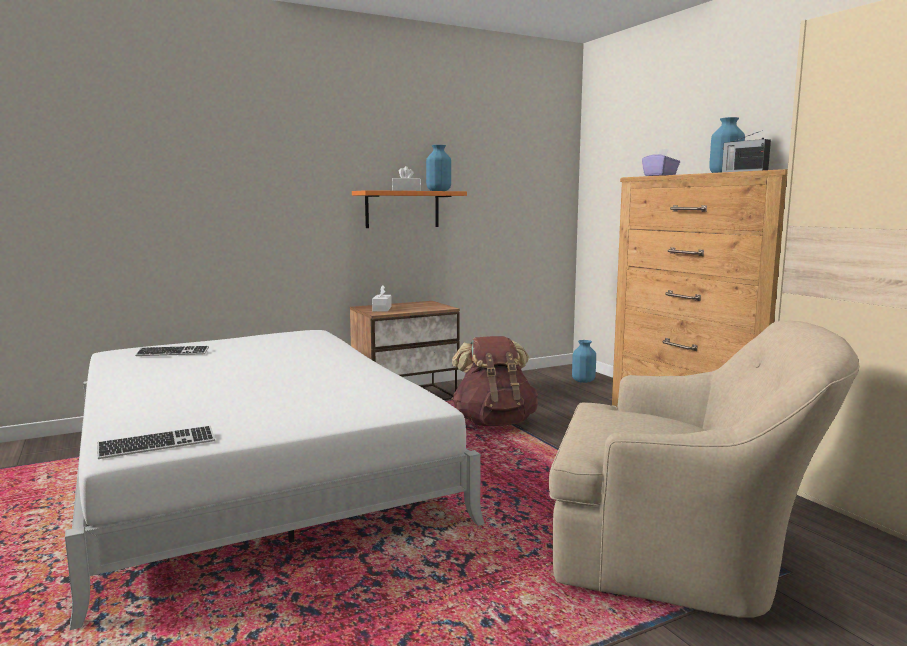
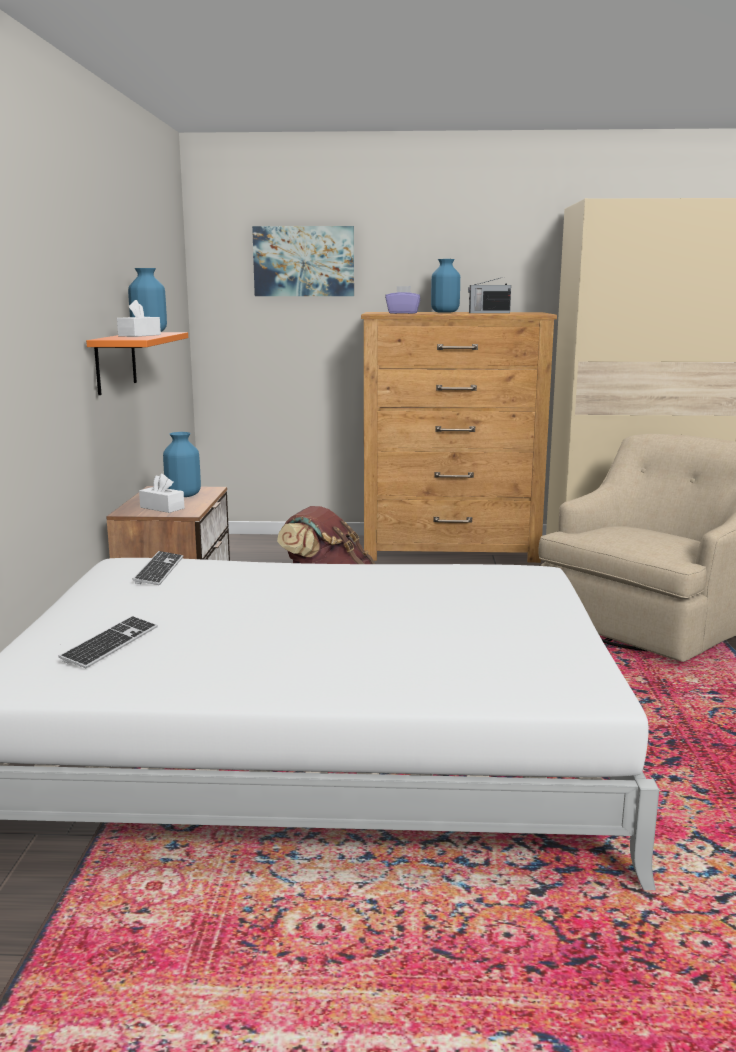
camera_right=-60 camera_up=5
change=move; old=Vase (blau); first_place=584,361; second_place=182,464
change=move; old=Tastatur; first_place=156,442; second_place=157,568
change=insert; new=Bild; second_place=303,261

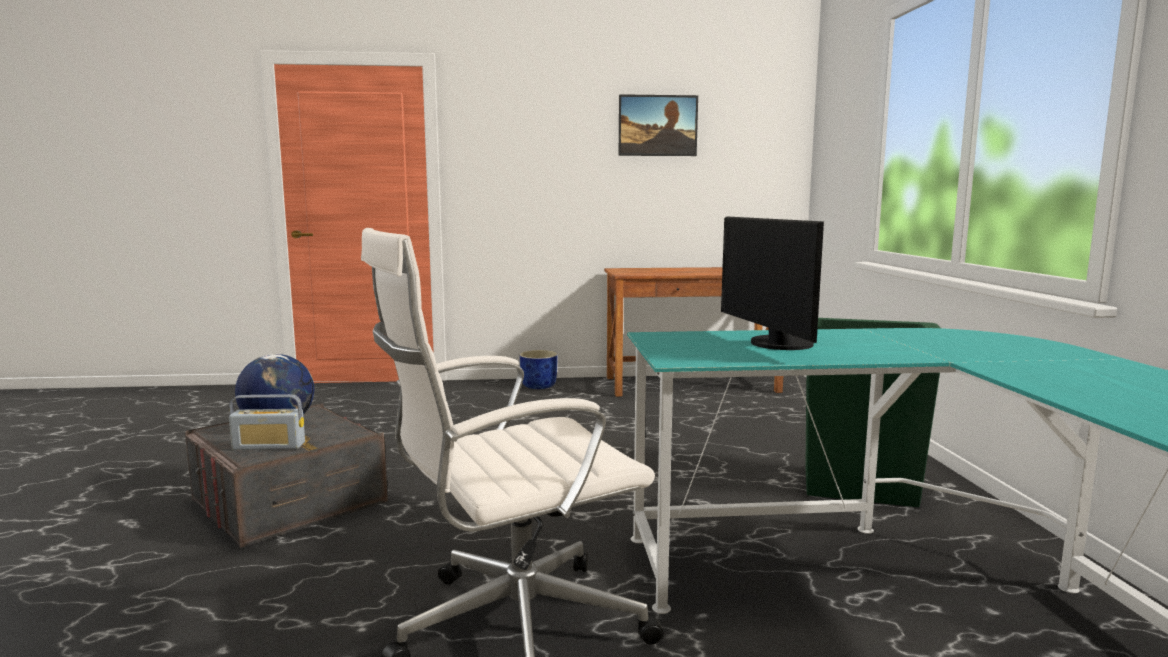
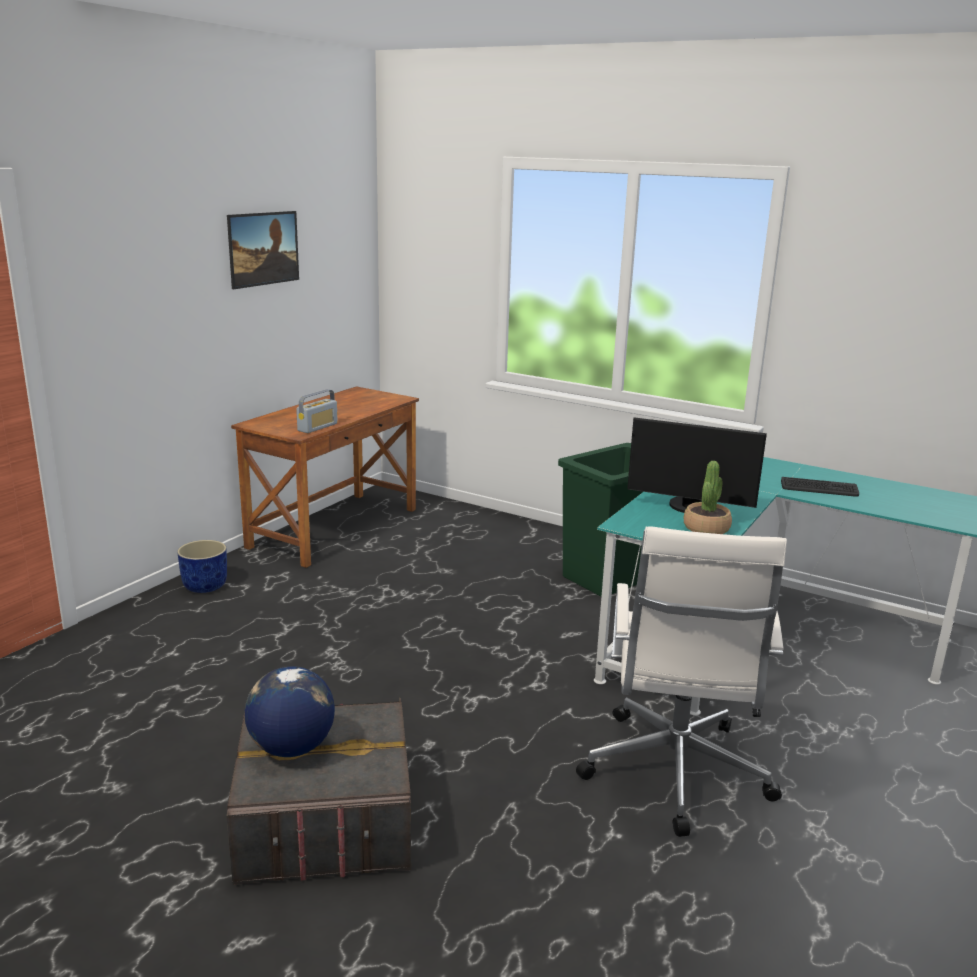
camera_right=-55 camera_up=10
change=move; old=Radio; first_place=267,422; second_place=317,411
change=insert; new=Topfpflanze; second_place=708,497
change=insert; new=Tastatur; second_place=820,487

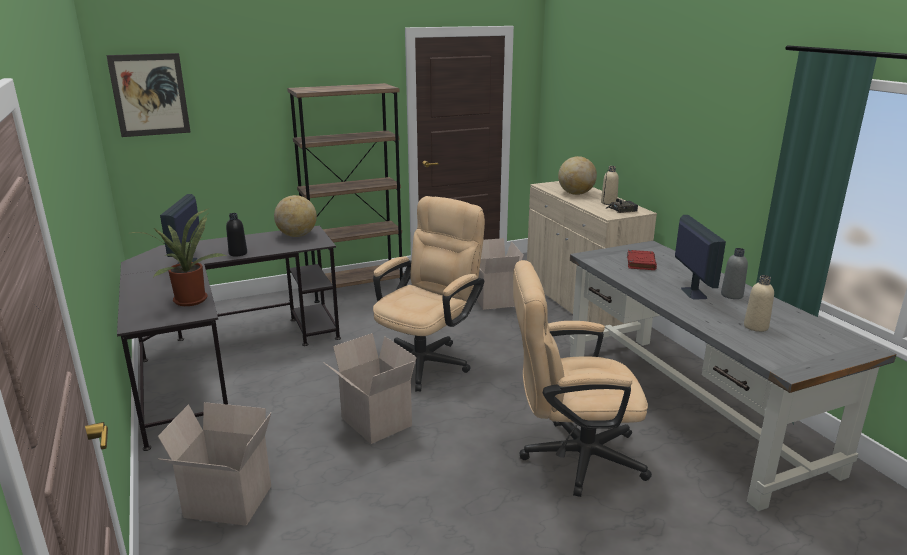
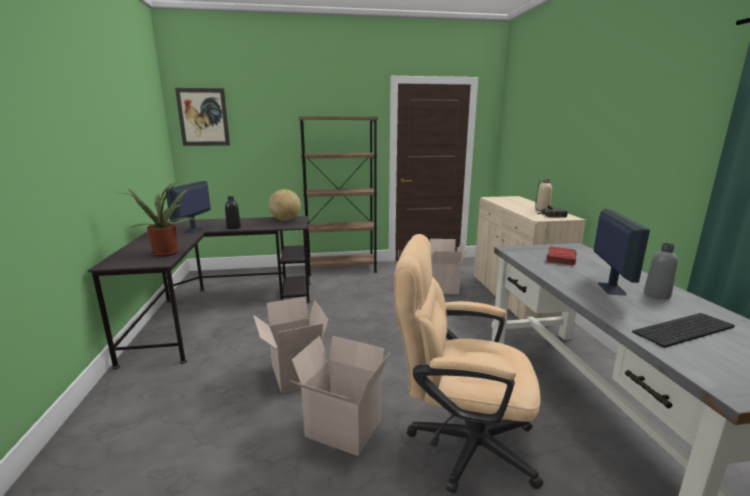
camera_right=15 camera_up=-5
change=delete; old=Globus; first_place=577,175
change=delete; old=Bürostuhl (beige); first_place=429,294
change=replace; old=Flasche (beige); new=Tastatur; first_place=759,303; second_place=683,330
change=move; old=Karton; first_place=214,464; second_place=339,396

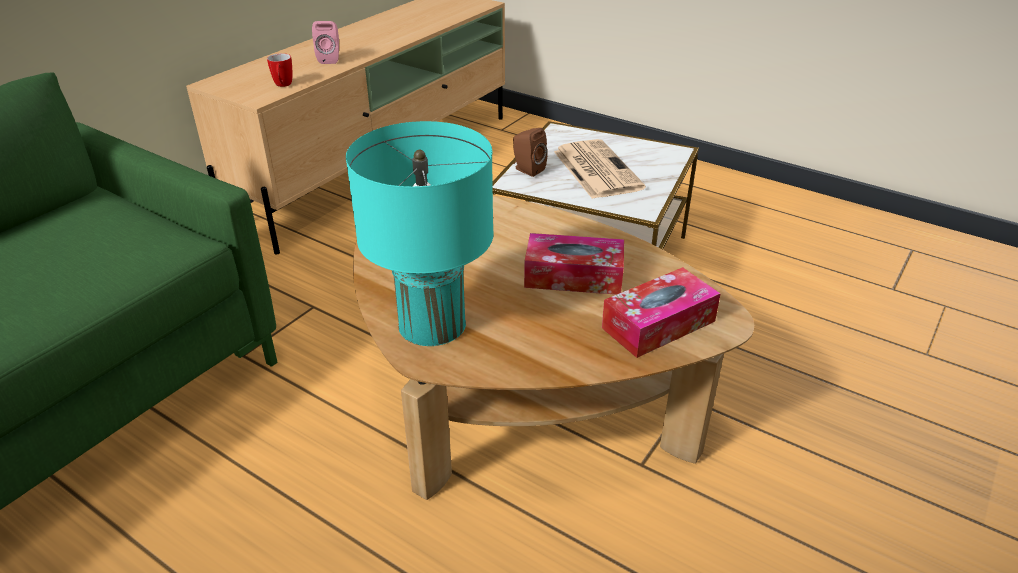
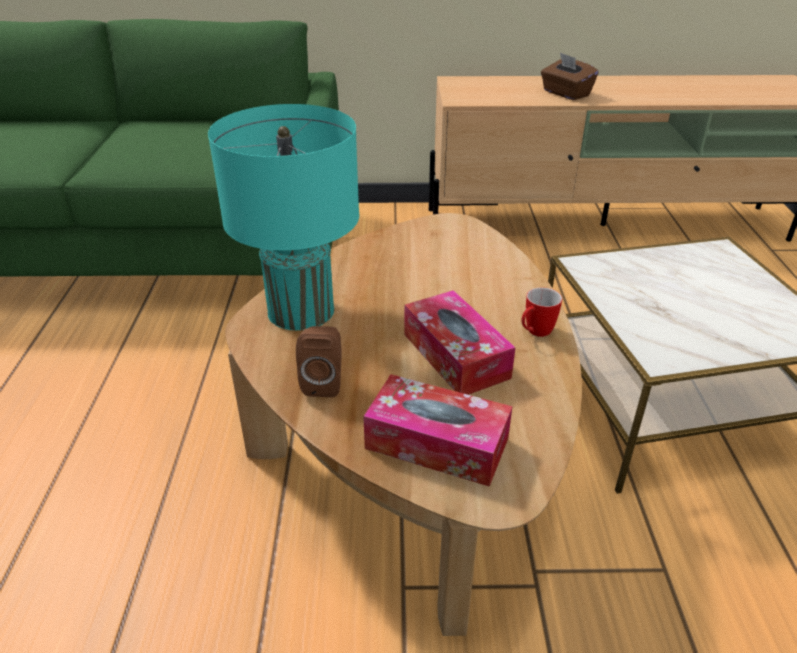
camera_right=55 camera_up=0
change=replace; old=Lautsprecher (rosa); new=Taschentuchbox (braun); first_place=325,42; second_place=570,76
change=move; old=Henkelbecher; first_place=279,70; second_place=541,312
change=move; old=Lautsprecher (braun); first_place=530,152; second_place=319,361
change=delete; old=Zeitung; first_place=600,169

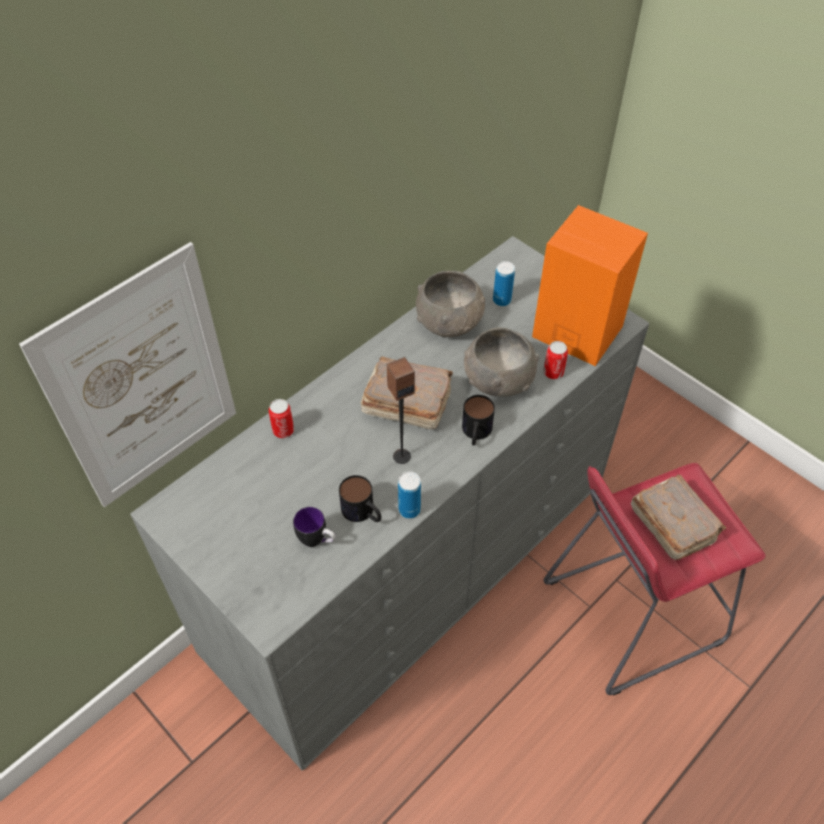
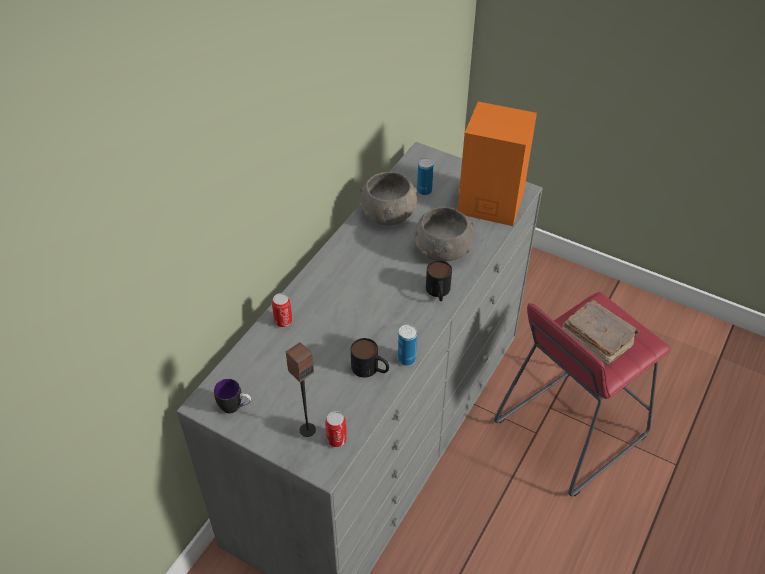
camera_right=-15 camera_up=-5
change=delete; old=Bild; first_place=127,374
change=move; old=Dose; first_place=555,360; second_place=336,429
change=delete; old=Buch (braun); first_place=407,392
change=move; old=Lautsprecher; first_place=401,410; second_place=301,389
change=move; old=Henkelbecher; first_place=314,527; second_place=232,396

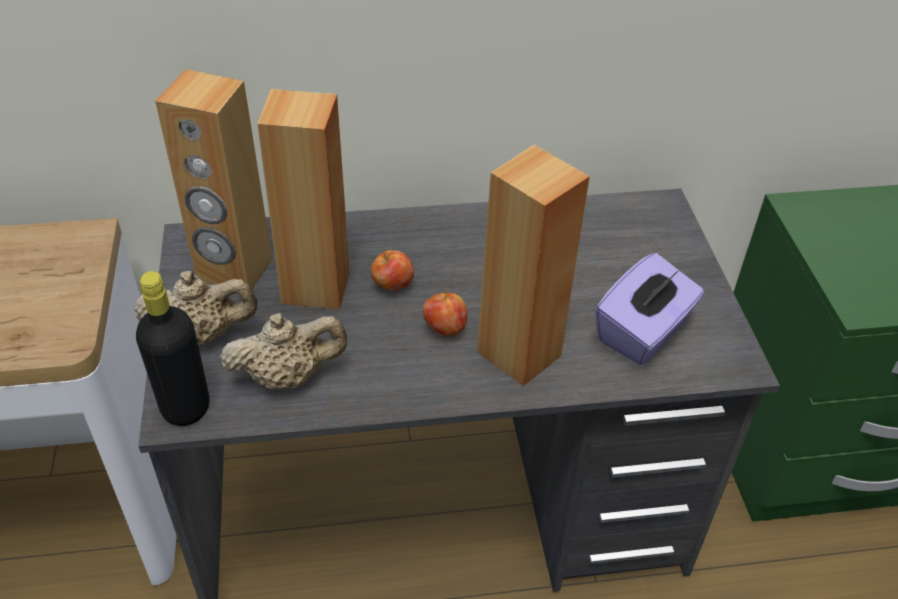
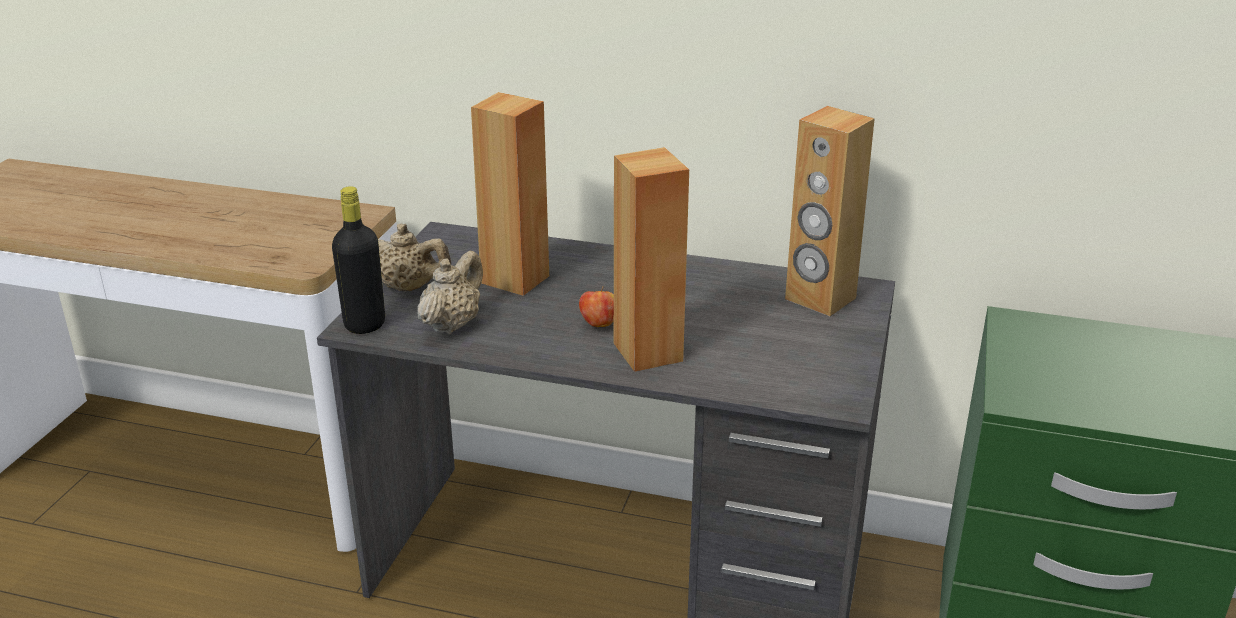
camera_right=25 camera_up=-15
change=move; old=Lautsprecher (braun); first_place=213,179; second_place=830,211
change=delete; old=Apfel; first_place=392,270
change=delete; old=Taschentuchbox (lila); first_place=649,309
change=rotate; old=Teekanne (beige); first_place=283,351; second_place=450,292; degrees=-75

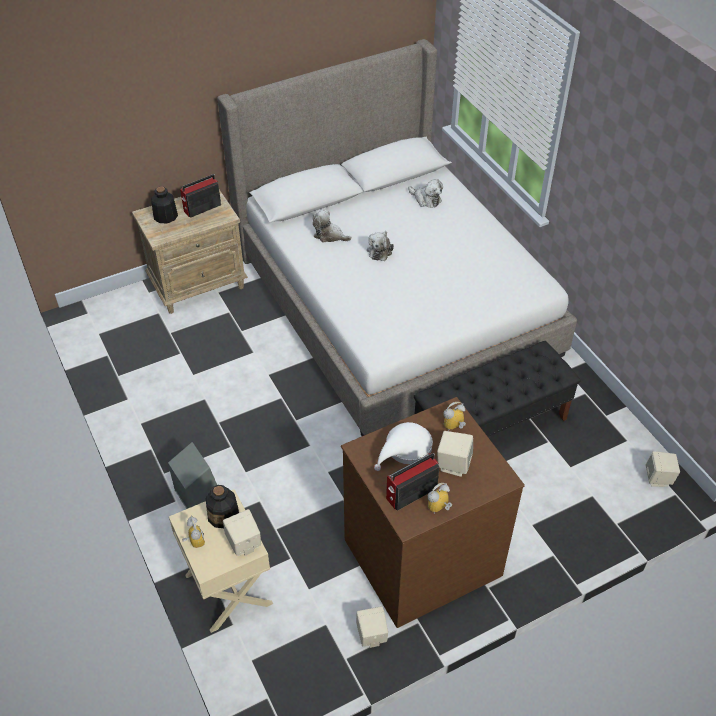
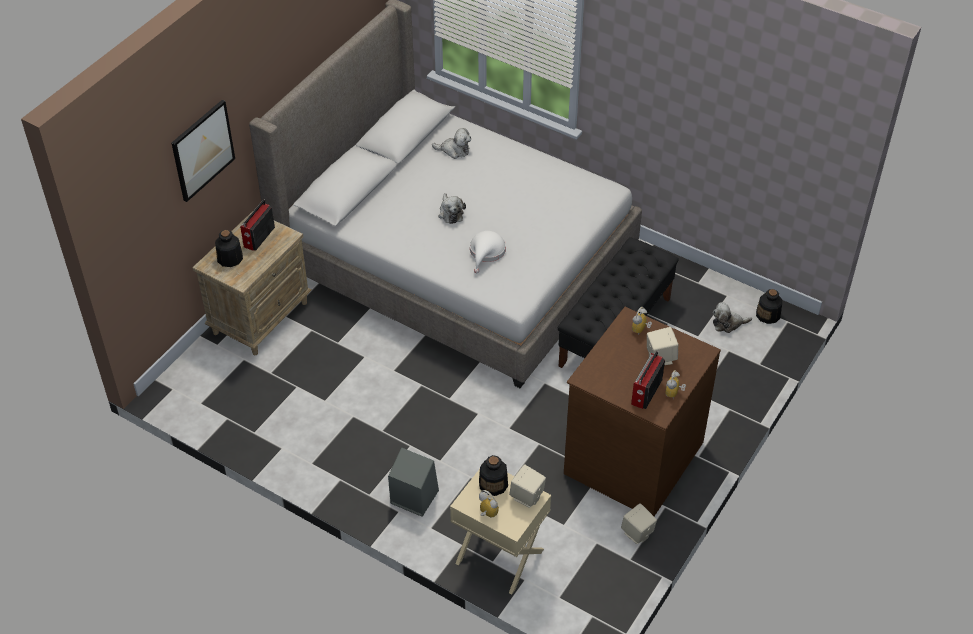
camera_right=-30 camera_up=0
change=move; old=Plüschtier; first_place=332,225; second_place=732,317
change=move; old=Hut (weiß); first_place=403,446; second_place=488,252
change=replace; old=Lautsprecher (beige); new=Flasche; first_place=663,469; second_place=769,306
change=insert; new=Bild; second_place=203,151

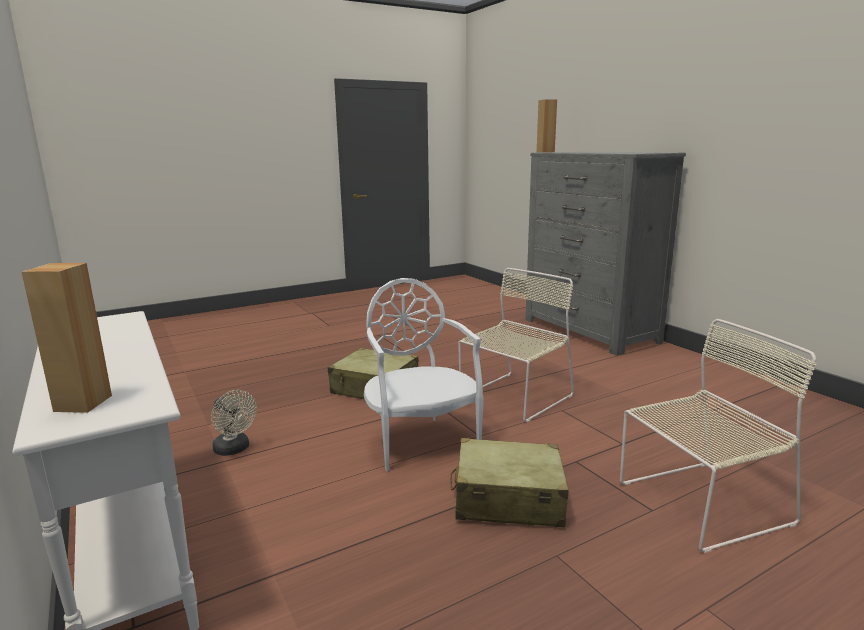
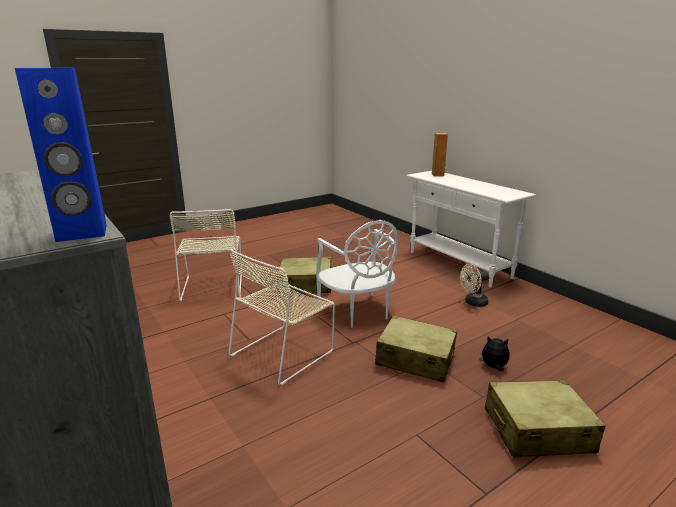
camera_right=175 camera_up=5
change=recolor; old=Lautsprecher (braun); new=Lautsprecher (blau); first_place=547,126; second_place=61,155
change=rotate; old=Stuhl (beige); first_place=718,436; second_place=205,255; degrees=-75
change=rotate; old=Ventilator (beige); first_place=234,423; second_place=474,285; degrees=-60
change=insert; new=Plüschtier; second_place=495,353
change=insert; new=Koffer (beige); second_place=545,419

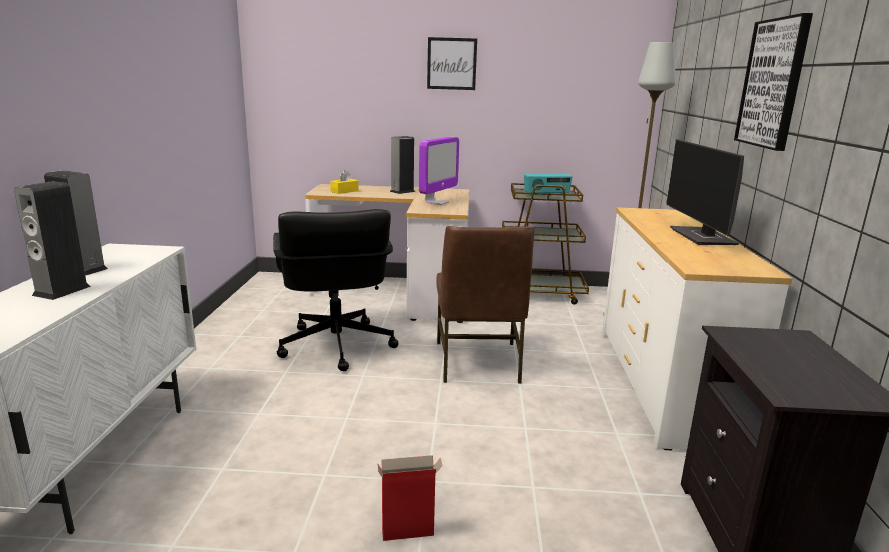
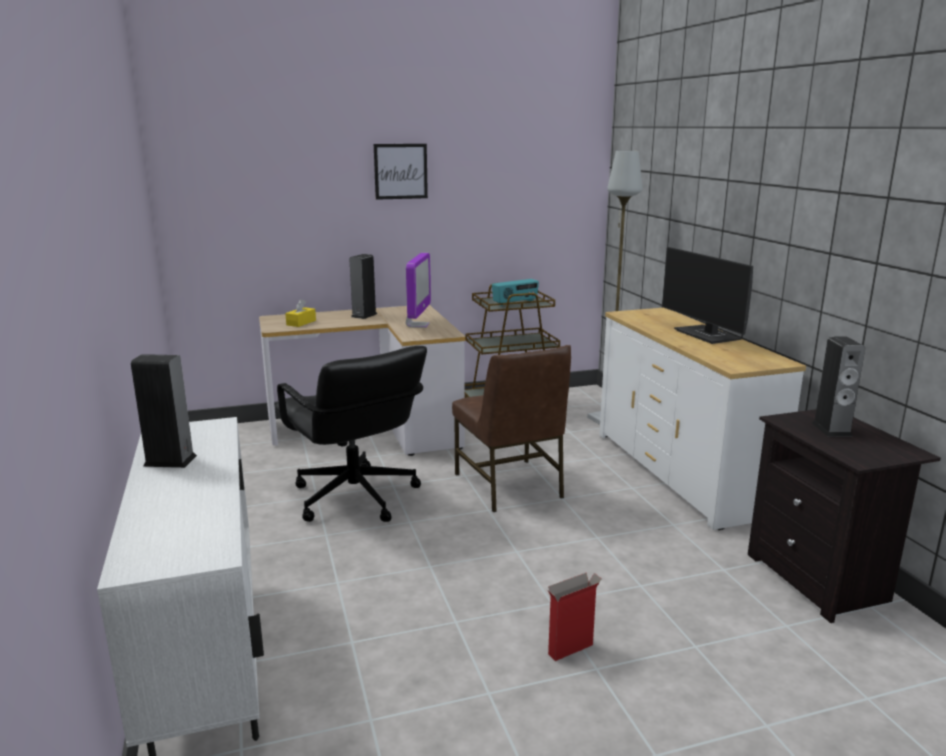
camera_right=-20 camera_up=0
change=delete; old=Bild; first_place=773,82
change=move; old=Lautsprecher; first_place=52,240; second_place=838,386

